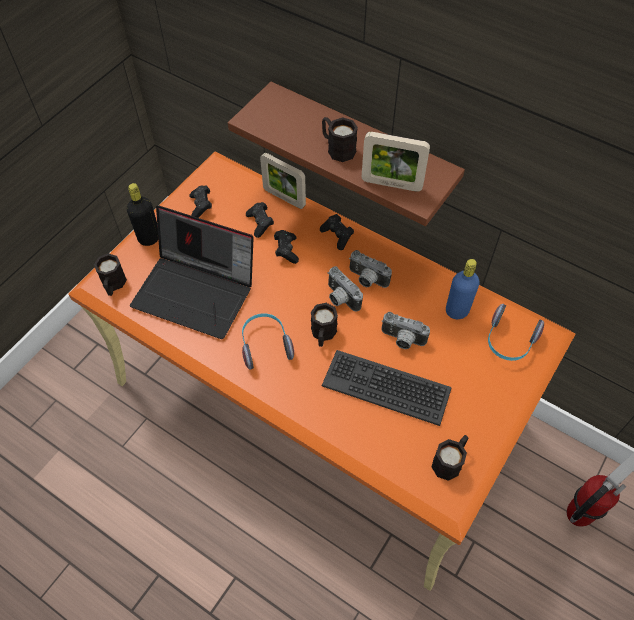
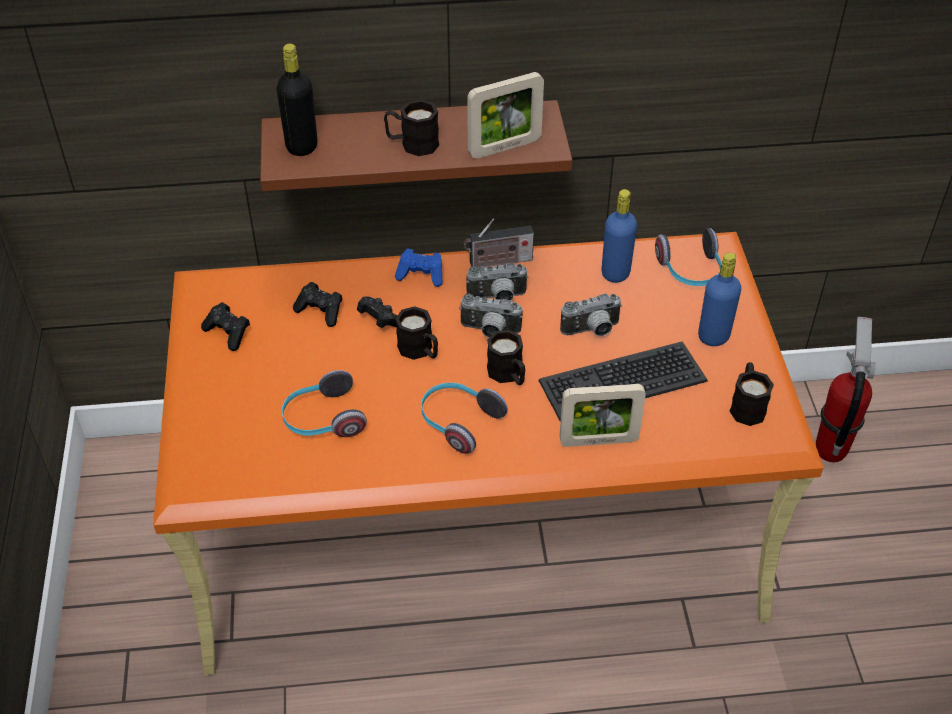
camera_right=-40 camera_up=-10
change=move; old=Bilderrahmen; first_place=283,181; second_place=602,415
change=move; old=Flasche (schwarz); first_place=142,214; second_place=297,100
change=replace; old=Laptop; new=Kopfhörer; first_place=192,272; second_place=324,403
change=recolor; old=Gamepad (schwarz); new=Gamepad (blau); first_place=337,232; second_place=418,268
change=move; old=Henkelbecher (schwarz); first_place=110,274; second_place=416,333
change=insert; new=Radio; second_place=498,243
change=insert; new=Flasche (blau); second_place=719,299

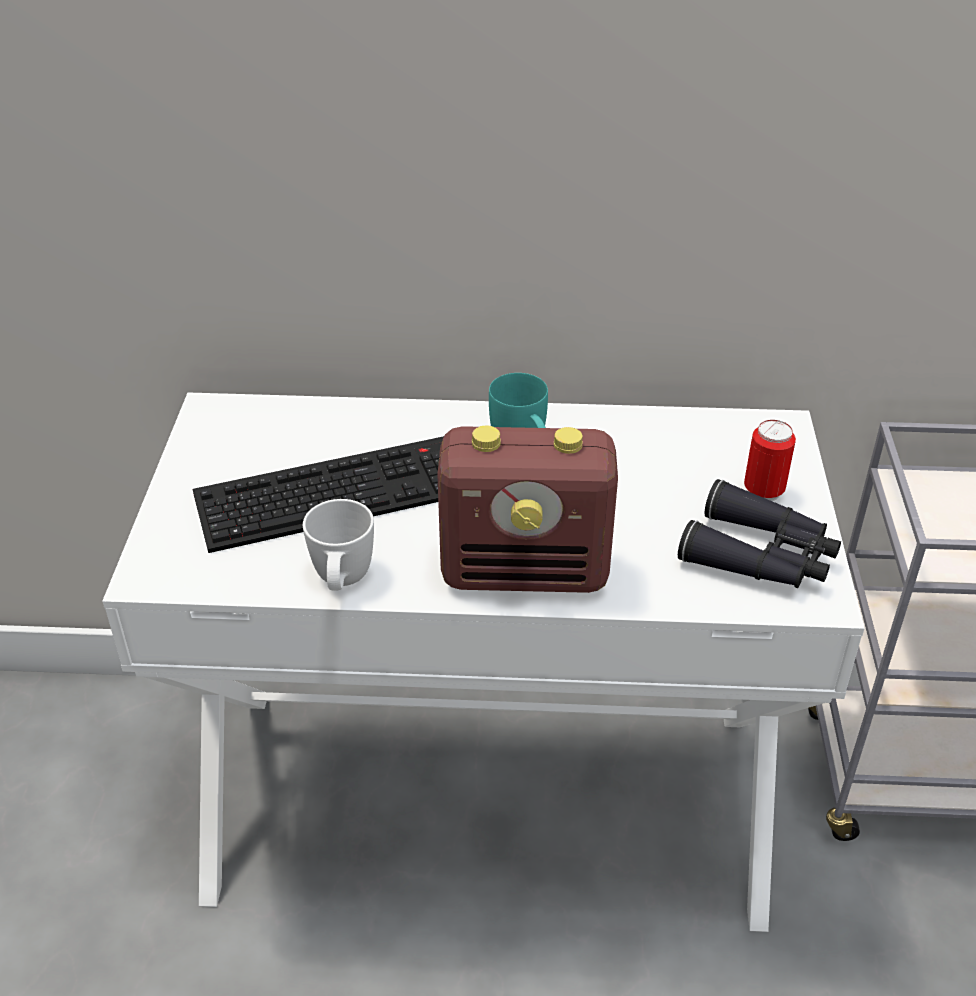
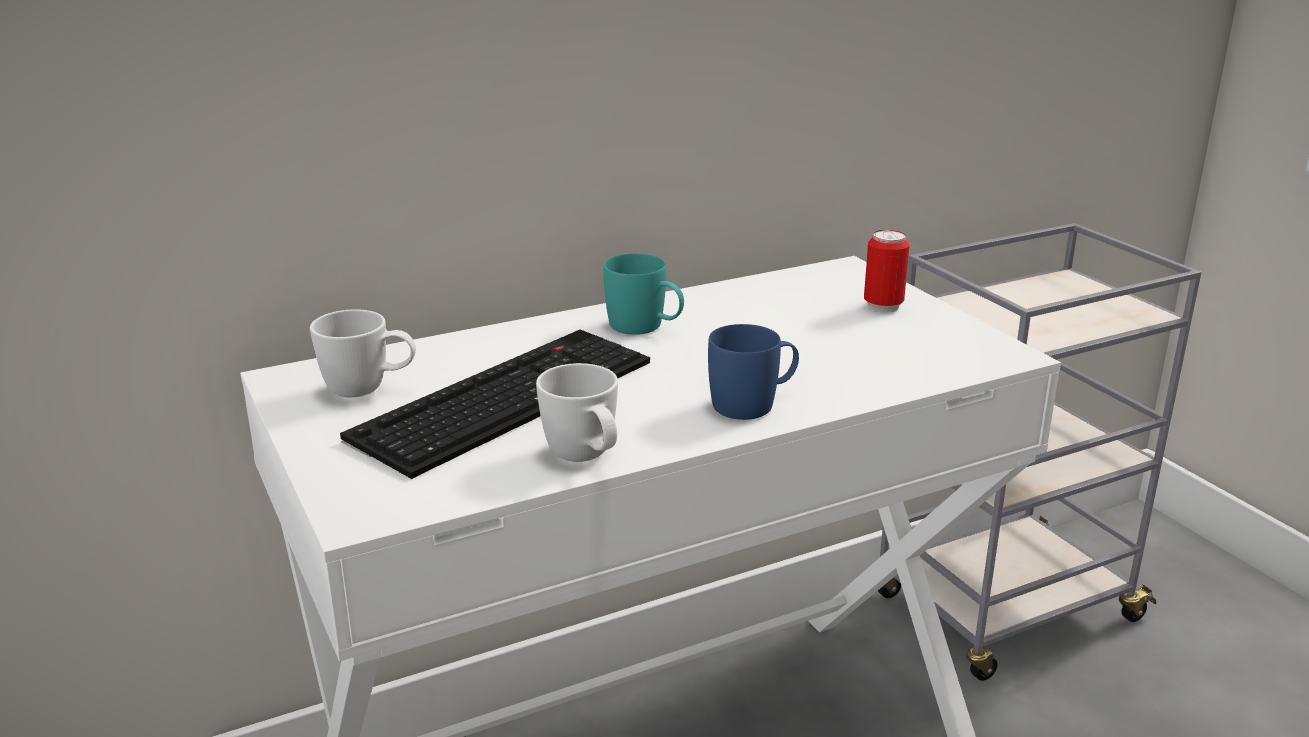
camera_right=-30 camera_up=-15
change=replace; old=Radio; new=Henkelbecher (blau); first_place=527,509; second_place=753,372
change=delete; old=Fernglas (schwarz); first_place=759,533
change=insert; new=Henkelbecher (weiß); second_place=363,353

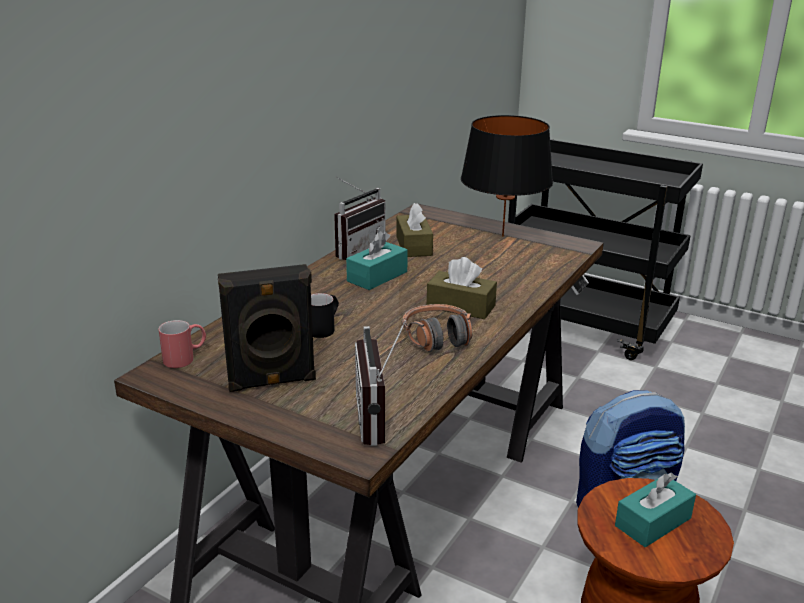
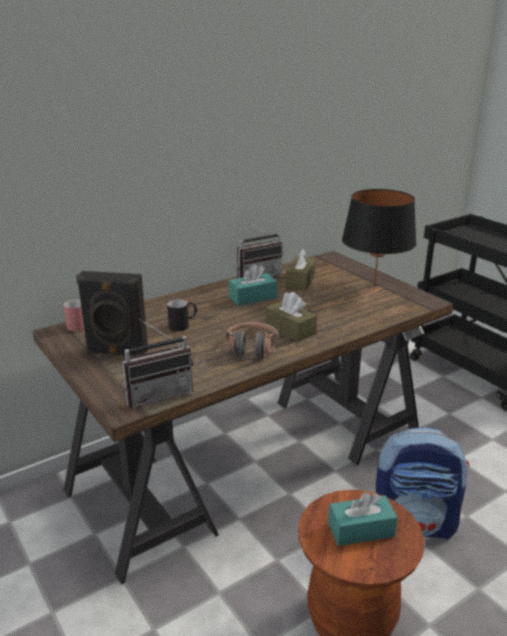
camera_right=25 camera_up=0
change=rotate; old=Radio; first_place=380,383; second_place=157,363; degrees=-135

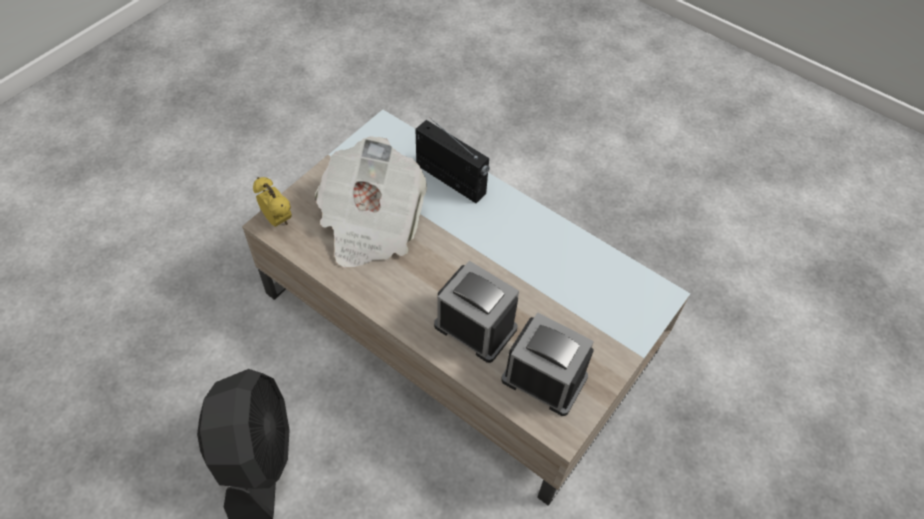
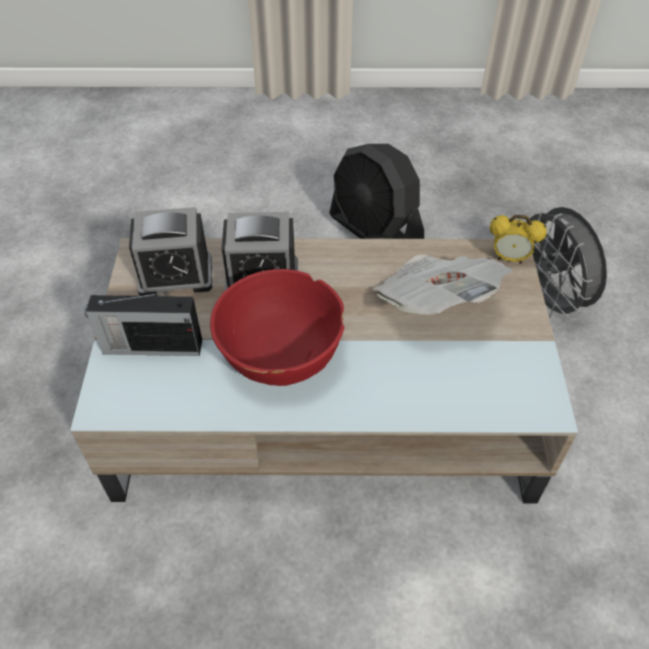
camera_right=145 camera_up=-5
change=move; old=Radio; first_place=452,160; second_place=143,323
change=insert; new=Ventilator (grau); second_place=565,263
change=insert; new=Schüssel (rot); second_place=277,327

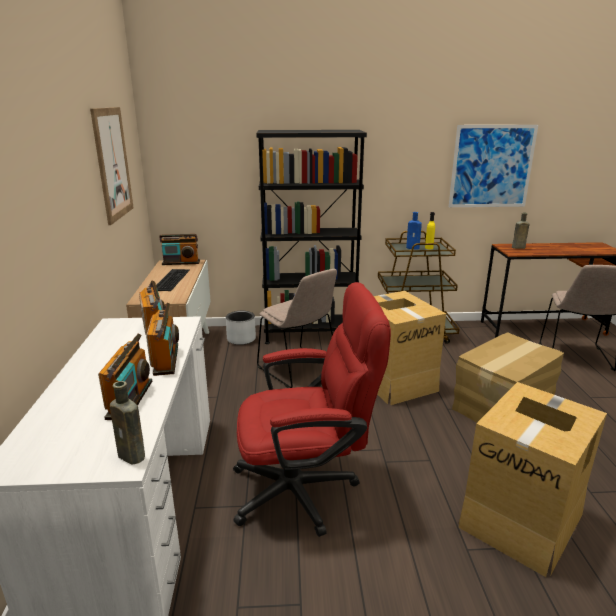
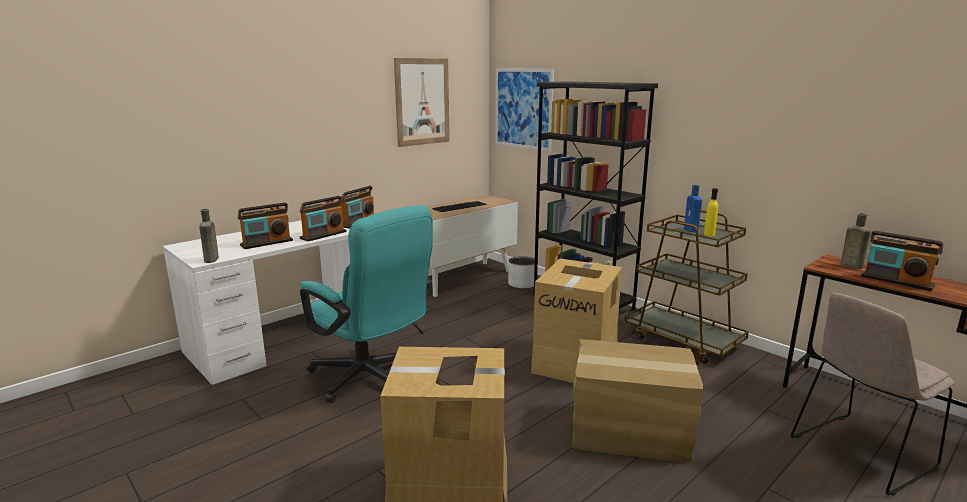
camera_right=50 camera_up=-5
change=move; old=Bild; first_place=493,166; second_place=524,110
change=move; old=Radio; first_place=179,249; second_place=902,261
change=delete; old=Stuhl (beige); first_place=297,328
change=recolor; old=Bürostuhl (rot); new=Bürostuhl (türkis); first_place=312,409; second_place=366,304

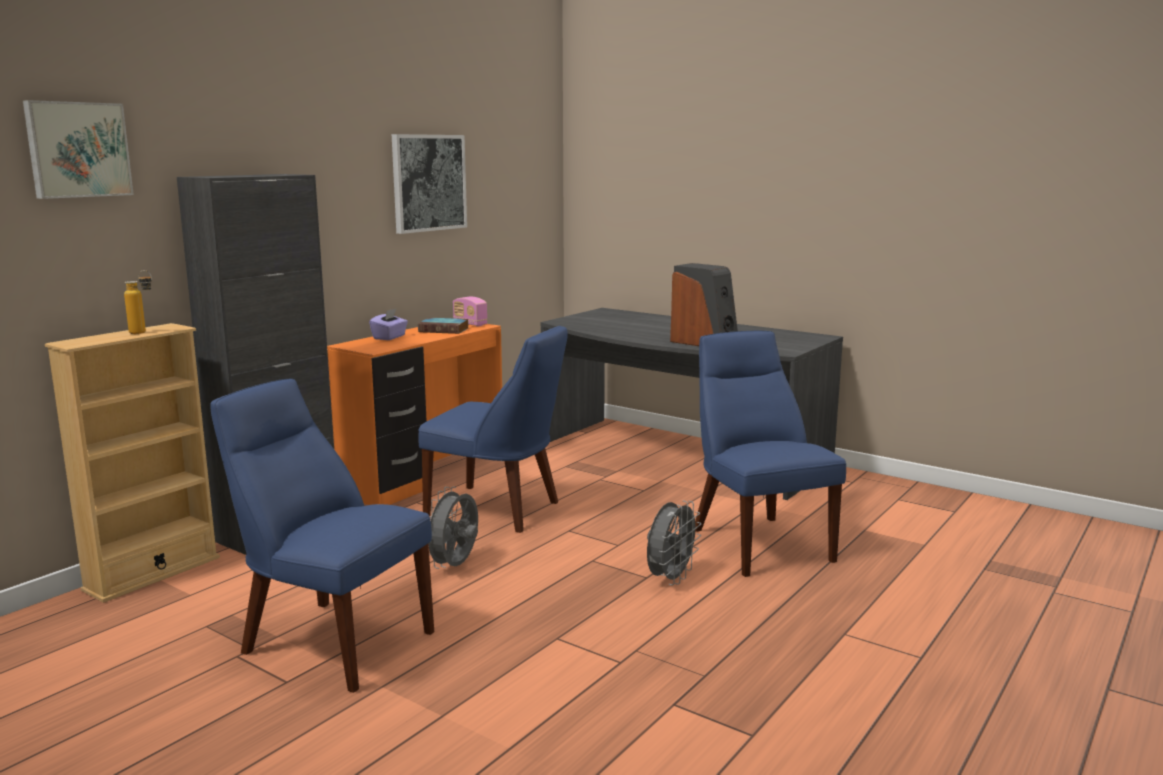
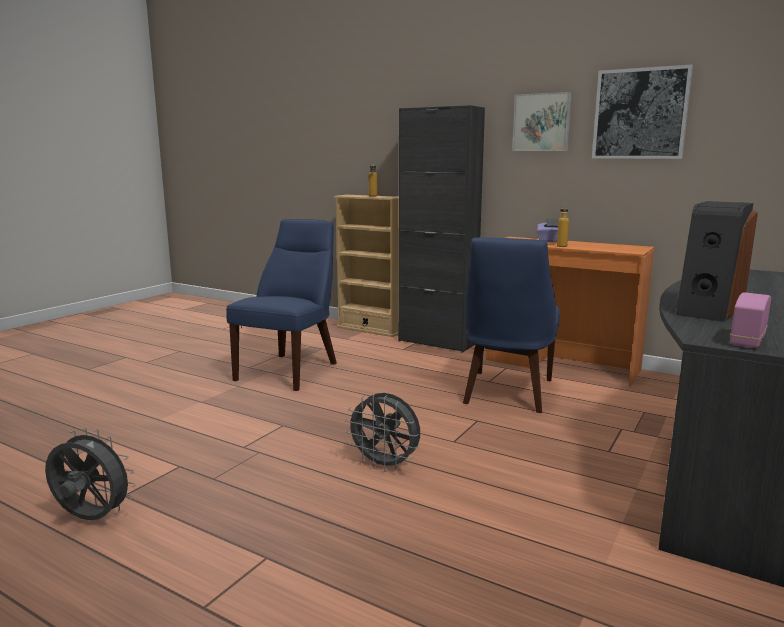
camera_right=85 camera_up=0
change=move; old=Bild; first_place=78,149; second_place=542,121
change=move; old=Radio; first_place=470,311; second_place=750,320
change=delete; old=Buch; first_place=443,326
change=delete; old=Stuhl (blau); first_place=770,454
change=move; old=Ventilator (grau); first_place=453,528; second_place=90,474
change=insert; new=Flasche; second_place=563,225

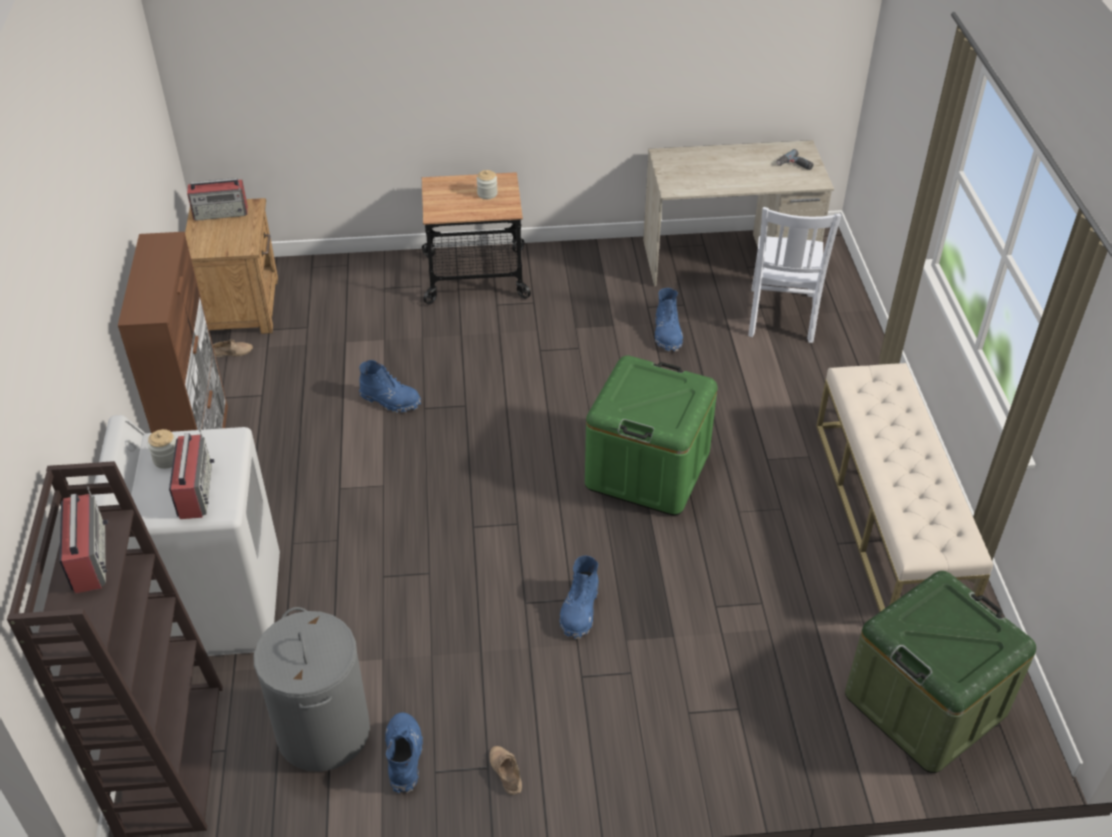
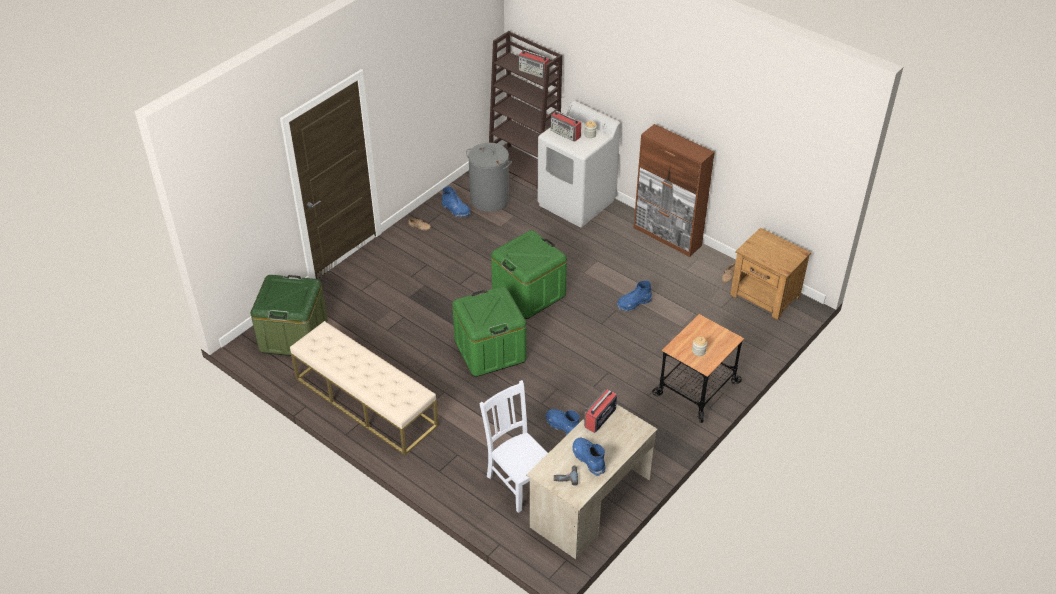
camera_right=135 camera_up=0
change=move; old=Radio; first_place=217,199; second_place=600,411
change=move; old=Stiefel (blau); first_place=579,597; second_place=589,457
change=insert; new=Aufbewahrungsbox (grün); second_place=529,274

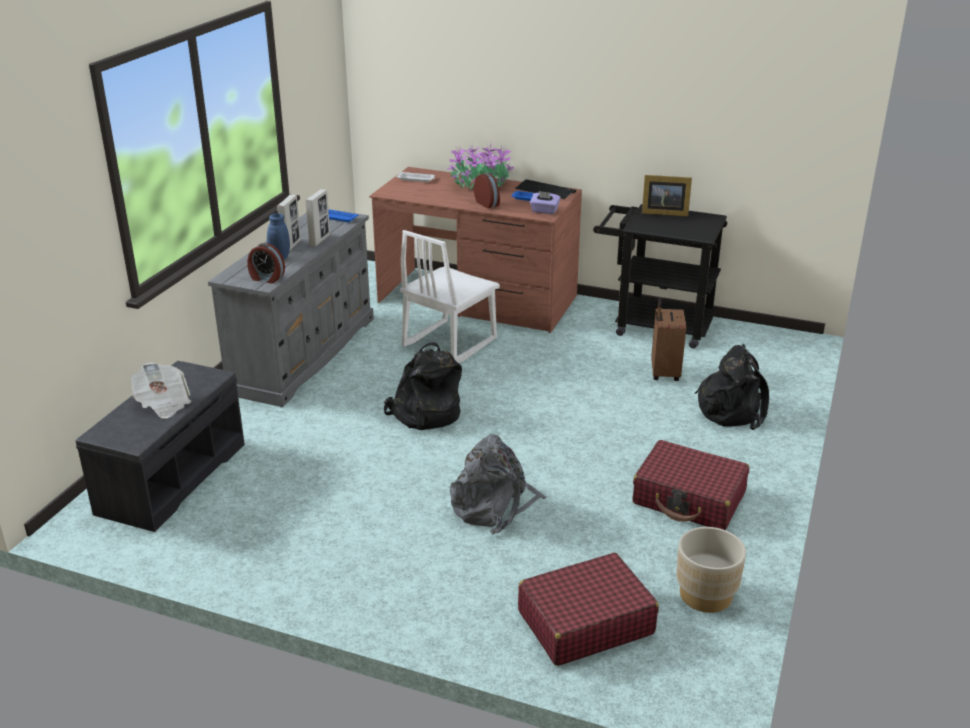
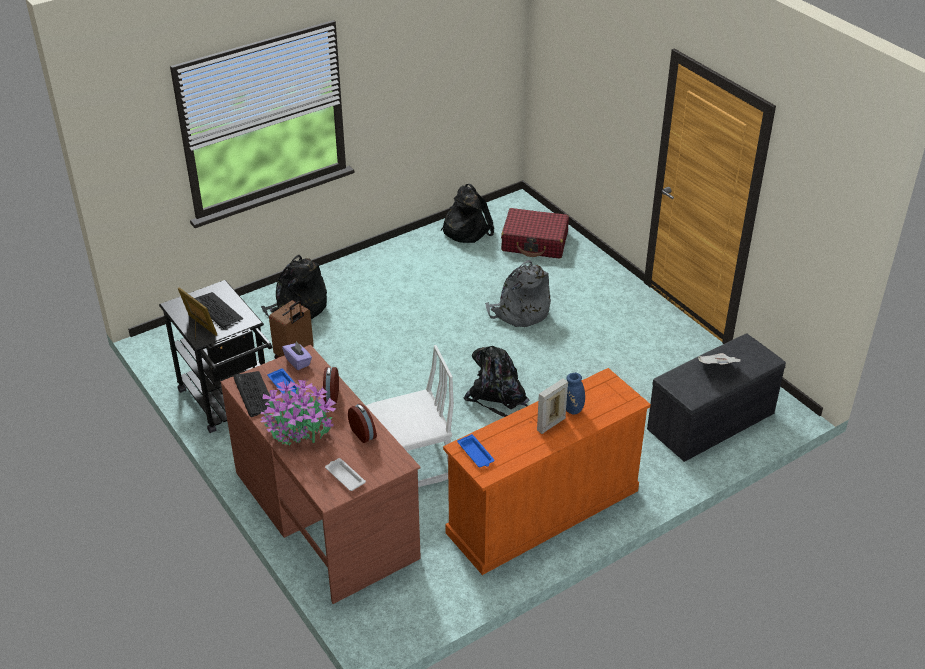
camera_right=-145 camera_up=10
change=delete; old=Bilderrahmen; first_place=317,218
change=recolor; old=Kommode (grau); new=Kommode (orange); first_place=291,308; second_place=547,471
change=move; old=Wecker; first_place=266,263; second_place=362,423
change=delete; old=Koffer (rot); first_place=691,485
change=replace; old=Pflanzkübel (beige); new=Rucksack (schwarz); first_place=711,570; second_place=467,213
change=insert; new=Tastatur; second_place=218,310

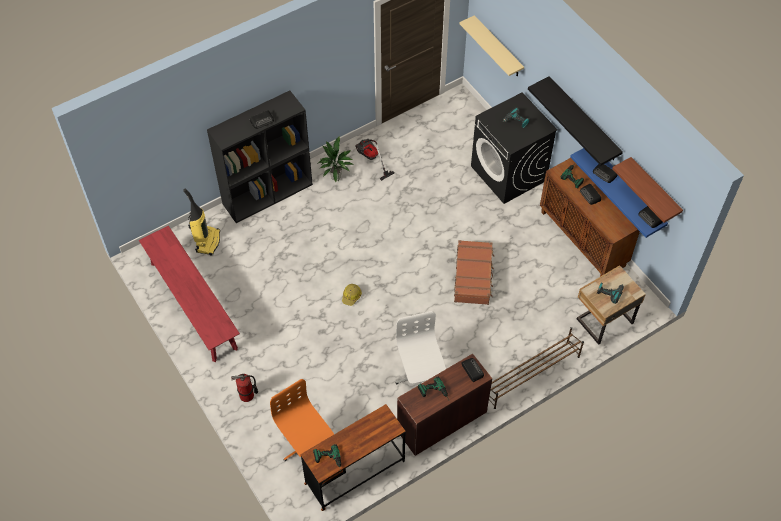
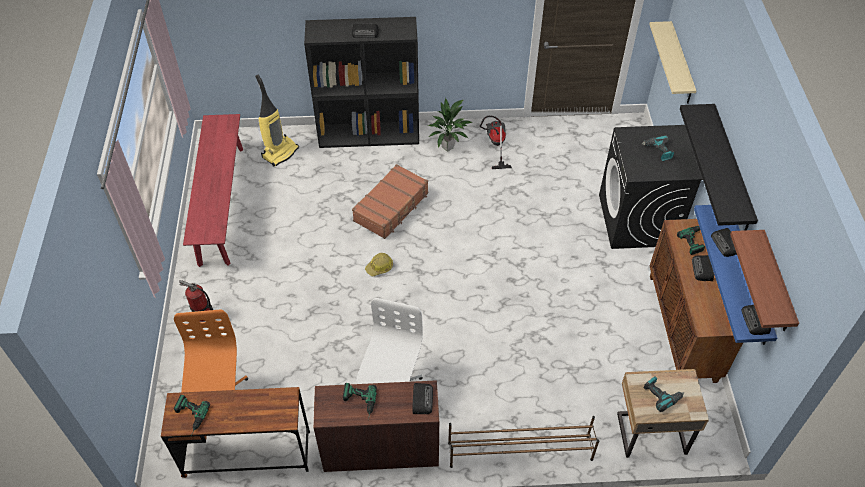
camera_right=30 camera_up=-5
change=move; old=Koffer (braun); first_place=474,272; second_place=390,201

